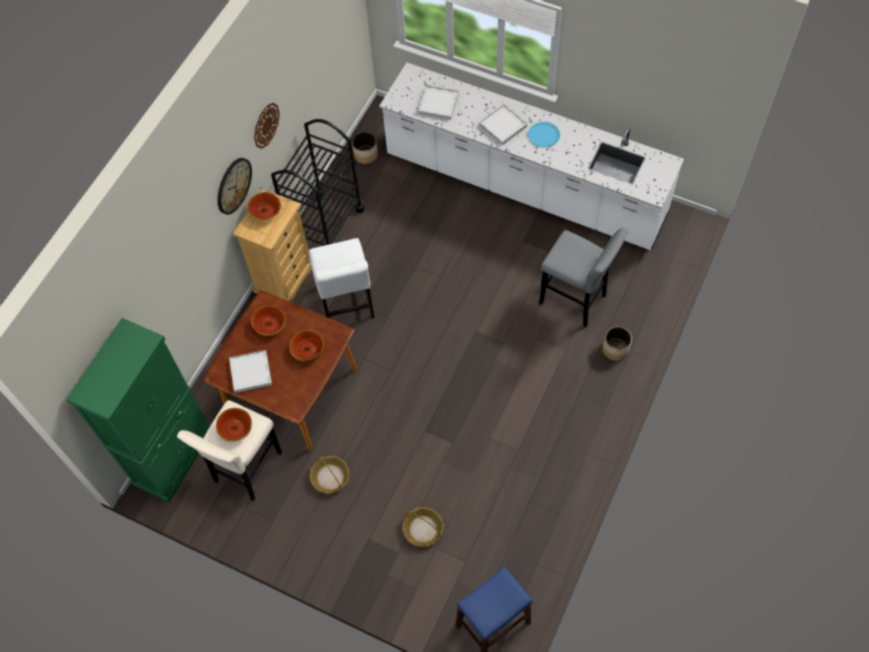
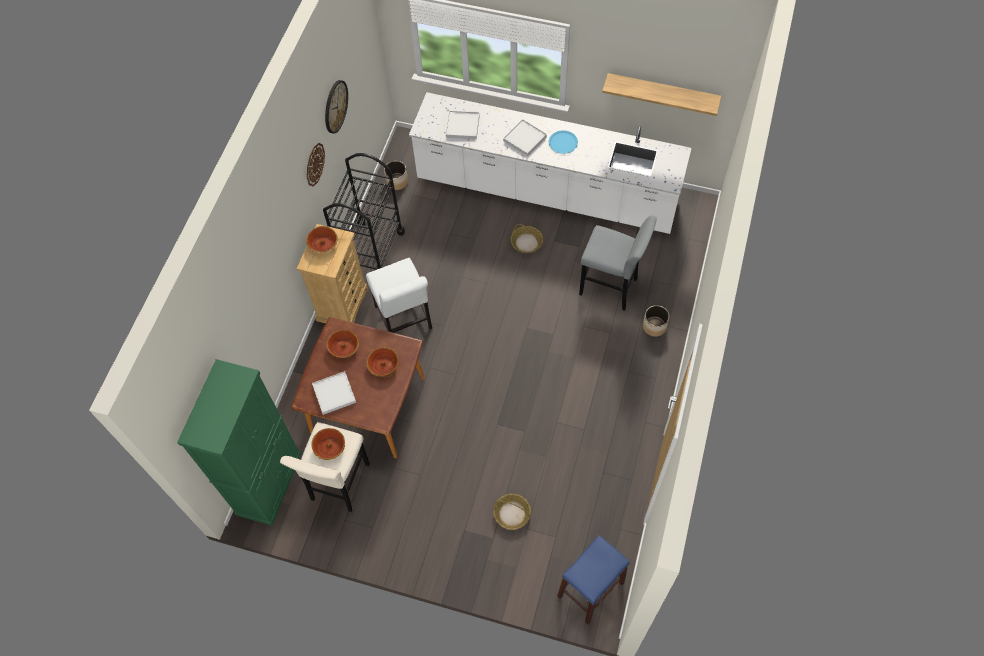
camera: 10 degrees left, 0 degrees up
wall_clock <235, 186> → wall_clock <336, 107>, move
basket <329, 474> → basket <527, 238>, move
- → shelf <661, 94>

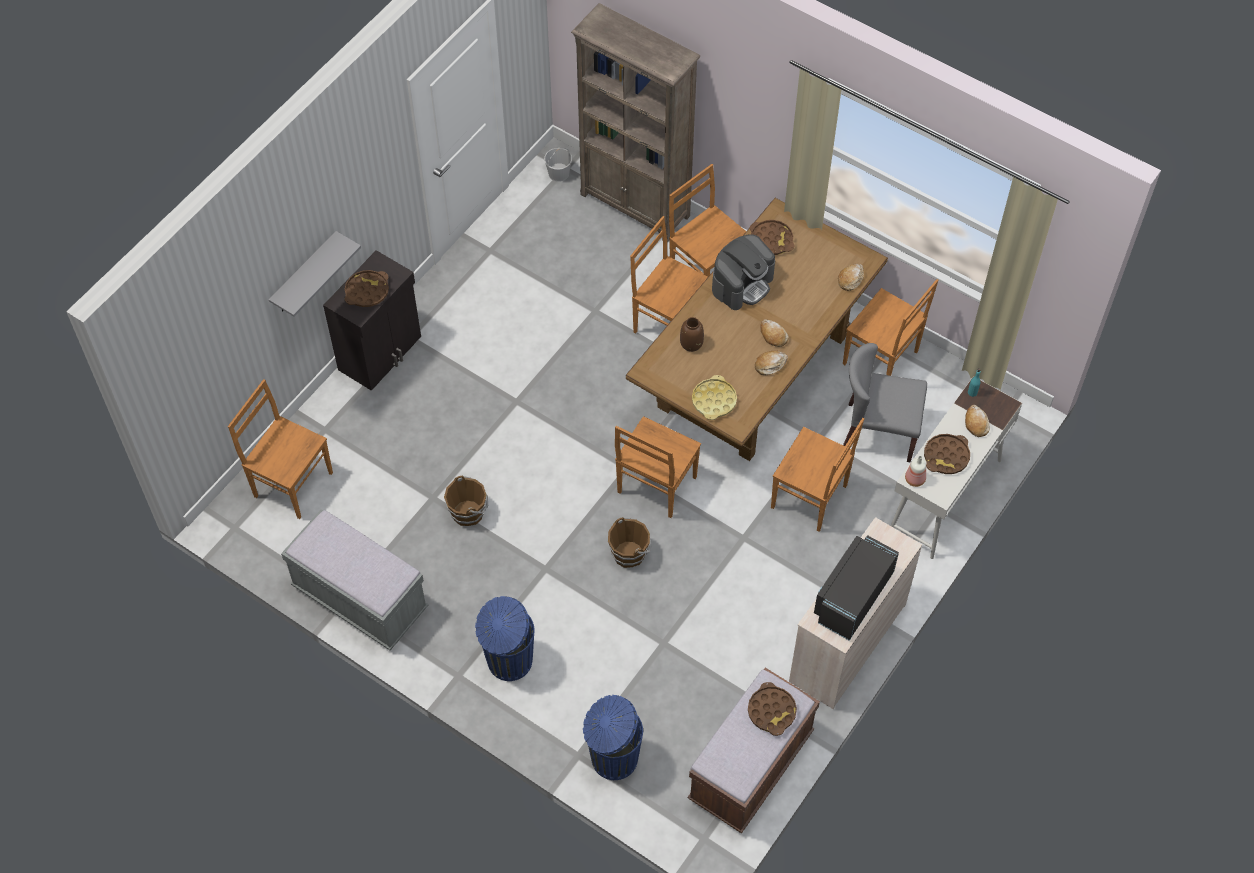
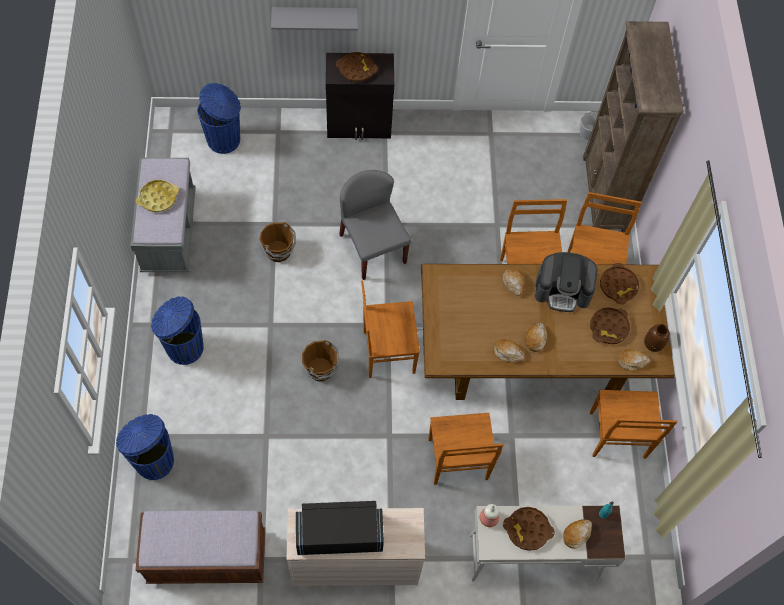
camera: 50 degrees right, 5 degrees up
brown_chair <280, 449> → blue_trash_can <219, 118>
brown_vase <692, 334> → brown_vase <657, 338>, move
yellow_tray <714, 397> → yellow_tray <157, 196>, move
brown_tray <772, 709> → brown_tray <610, 325>, move
grey_chair <885, 402> → grey_chair <375, 225>, move
- → bread <514, 282>

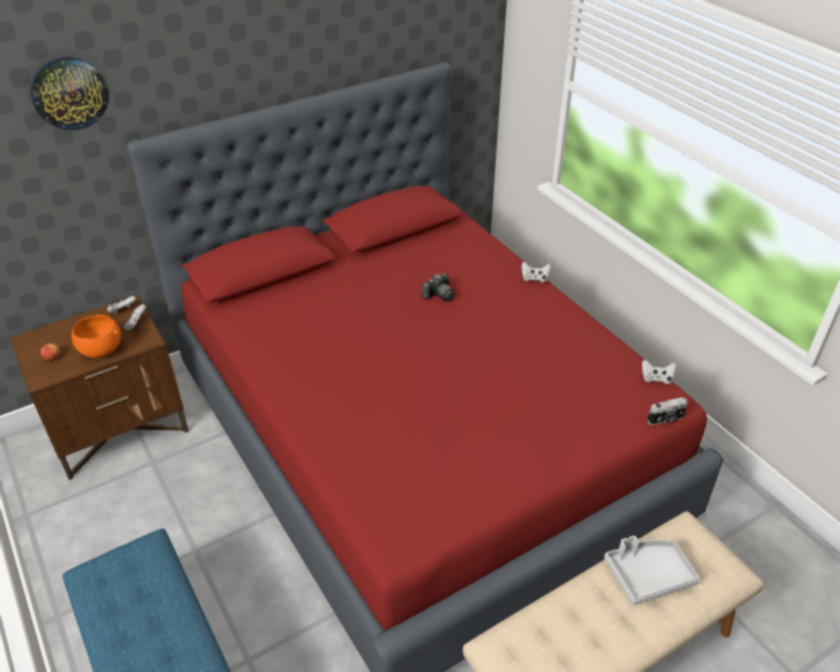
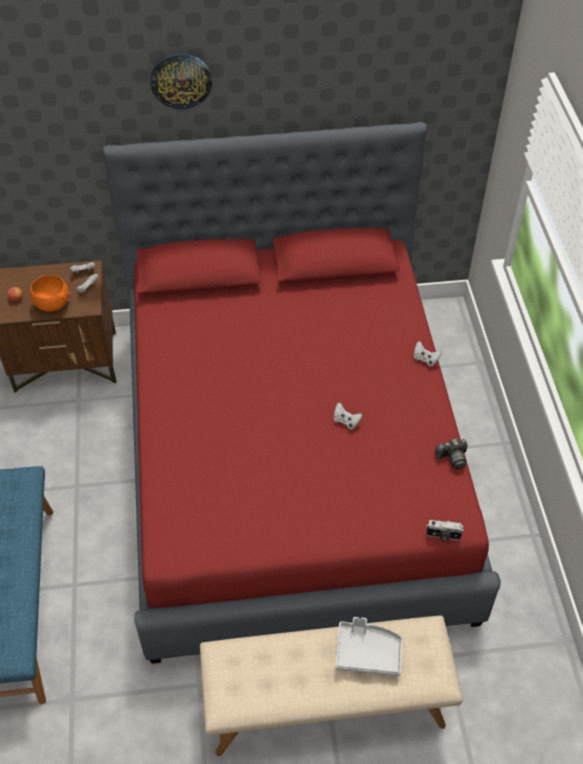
camera: 25 degrees right, 10 degrees up
wall_clock <69, 93> → wall_clock <181, 81>, move
photo_camera <438, 287> → photo_camera <451, 454>, move
white_game_controller <659, 371> → white_game_controller <348, 416>, move

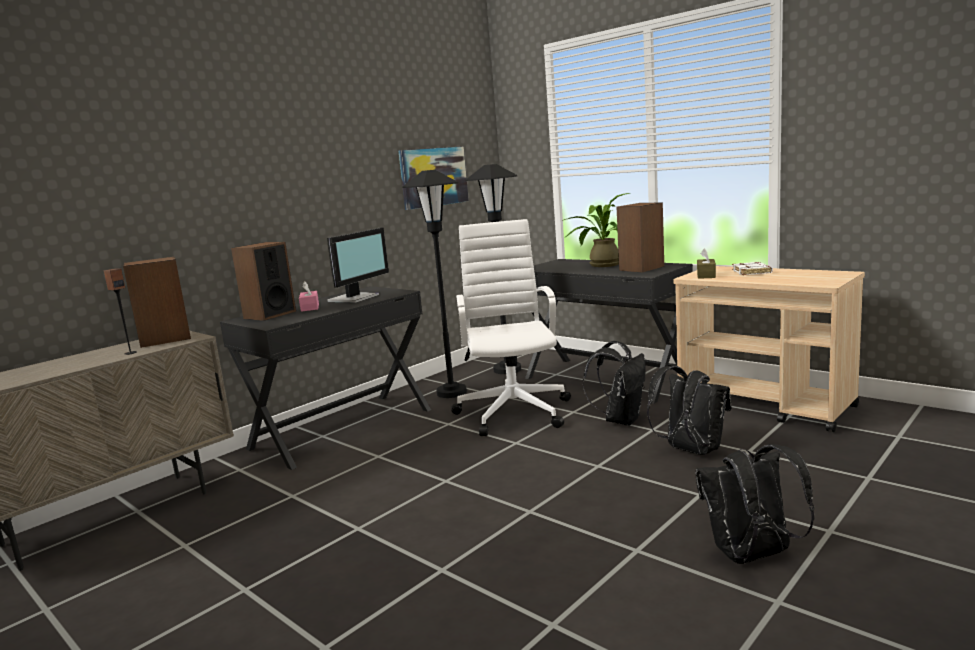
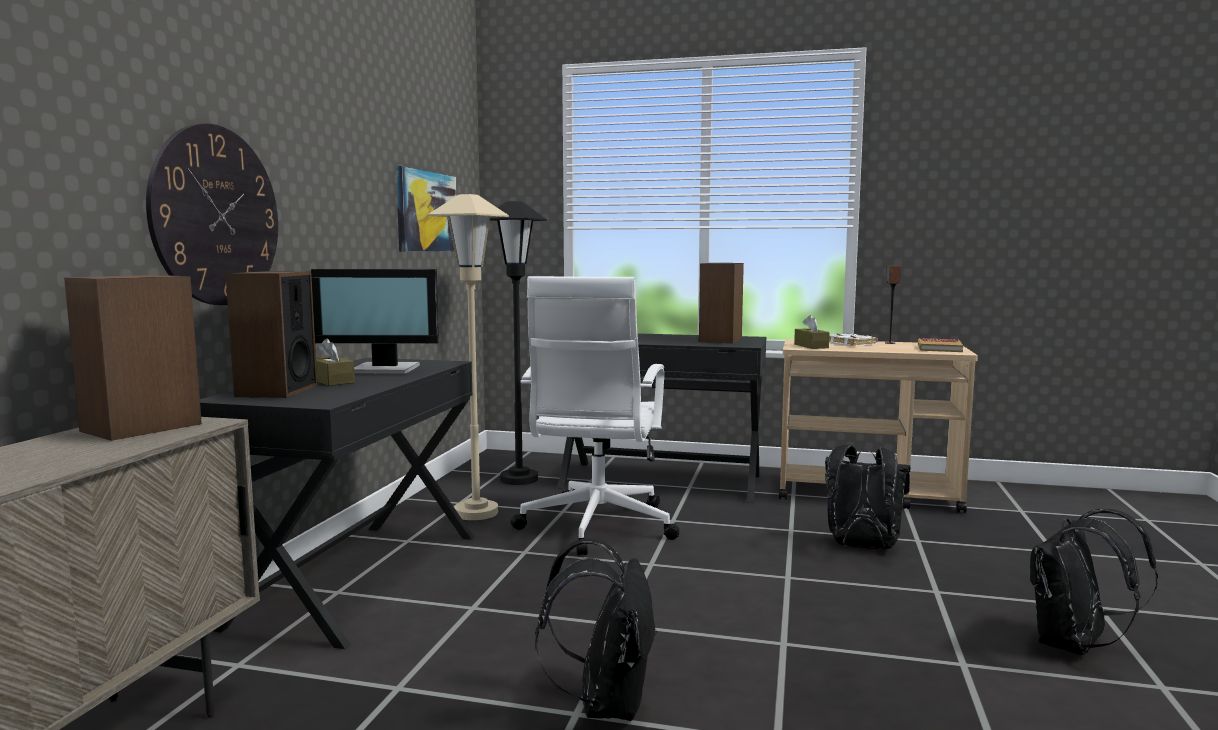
camera: 30 degrees left, 5 degrees down
speaker <120, 311> → speaker <893, 304>, move
pink_tissue_box <309, 296> → brown_tissue_box <335, 362>
monitor <358, 265> → monitor <375, 321>, 90 degrees clockwise
black_floor_lamp <435, 284> → beige_floor_lamp <468, 357>
white_office_chair <511, 327> → white_office_chair <595, 415>, 135 degrees counterclockwise
potted_plant <596, 230> → -
black_backpack <614, 383> → black_backpack <596, 629>, move
- → wall_clock <212, 214>
- → book <940, 345>

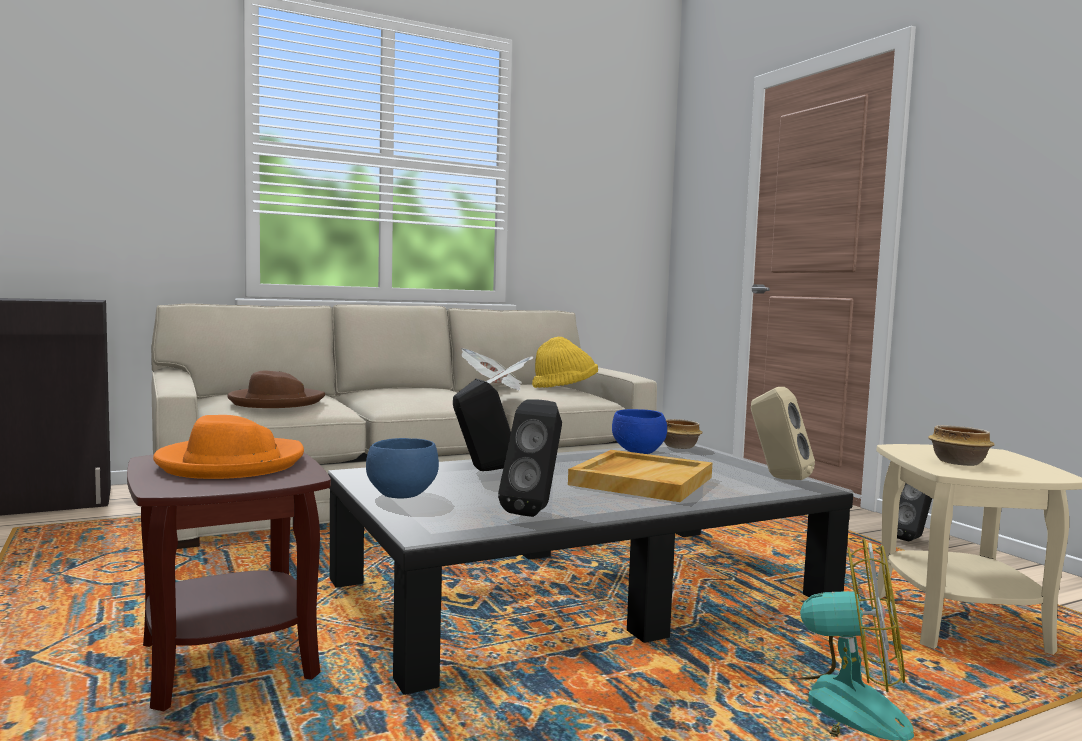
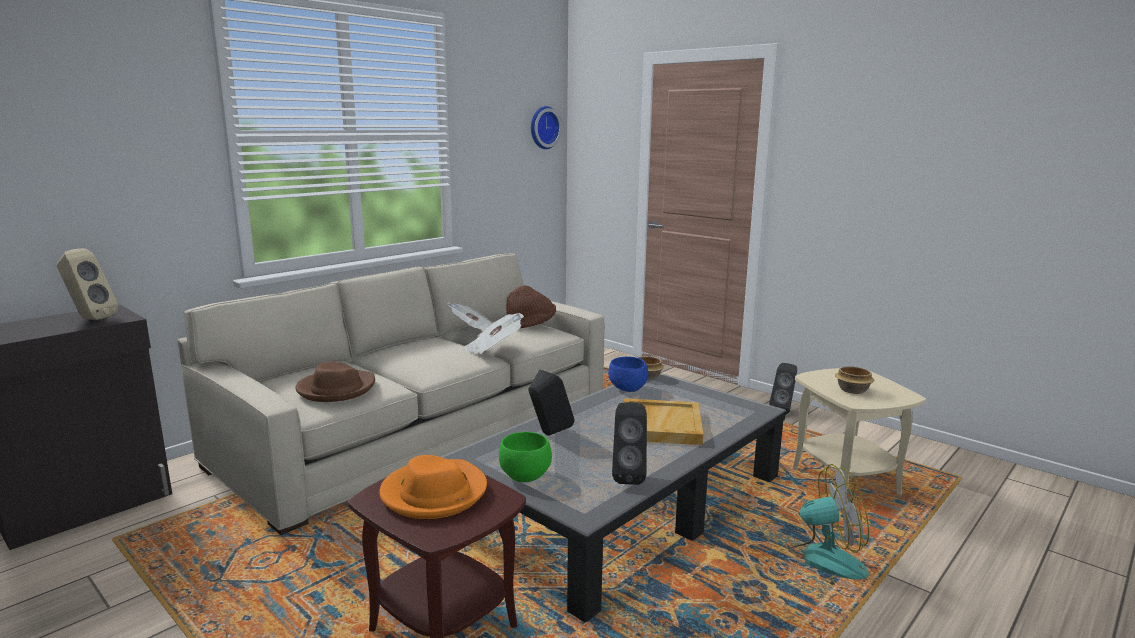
camera: 20 degrees left, 10 degrees up
blue_bowl <402, 468> → green_bowl <525, 457>
yellow_hat <565, 362> → brown_hat <531, 306>
beige_speaker <783, 433> → beige_speaker <87, 284>, move
- → wall_clock <546, 127>

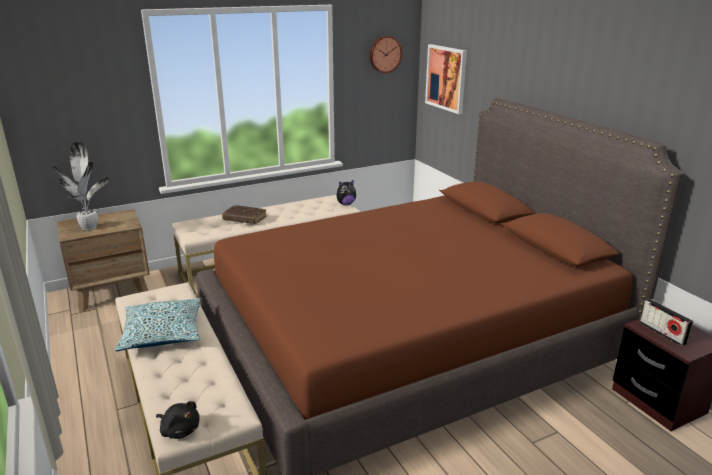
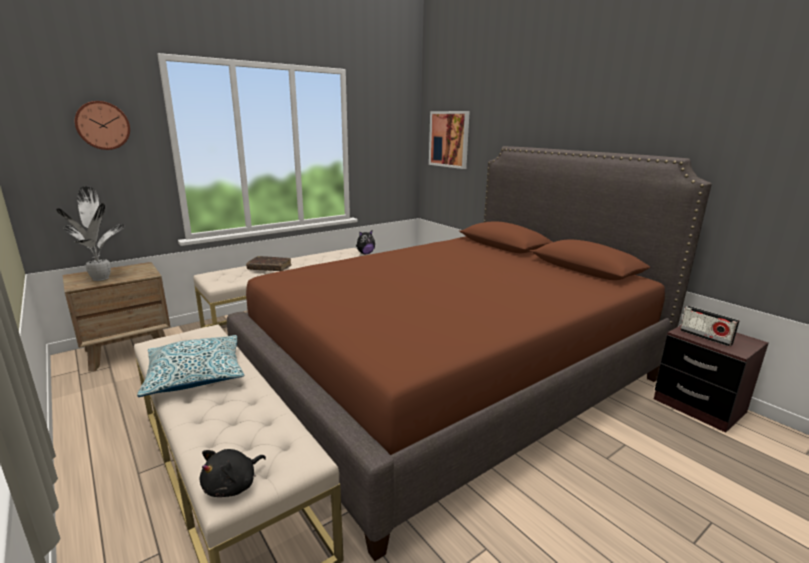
camera: 10 degrees left, 5 degrees down
black_plush_toy <178, 420> → black_plush_toy <233, 473>, 105 degrees clockwise
wall_clock <385, 54> → wall_clock <102, 125>, move

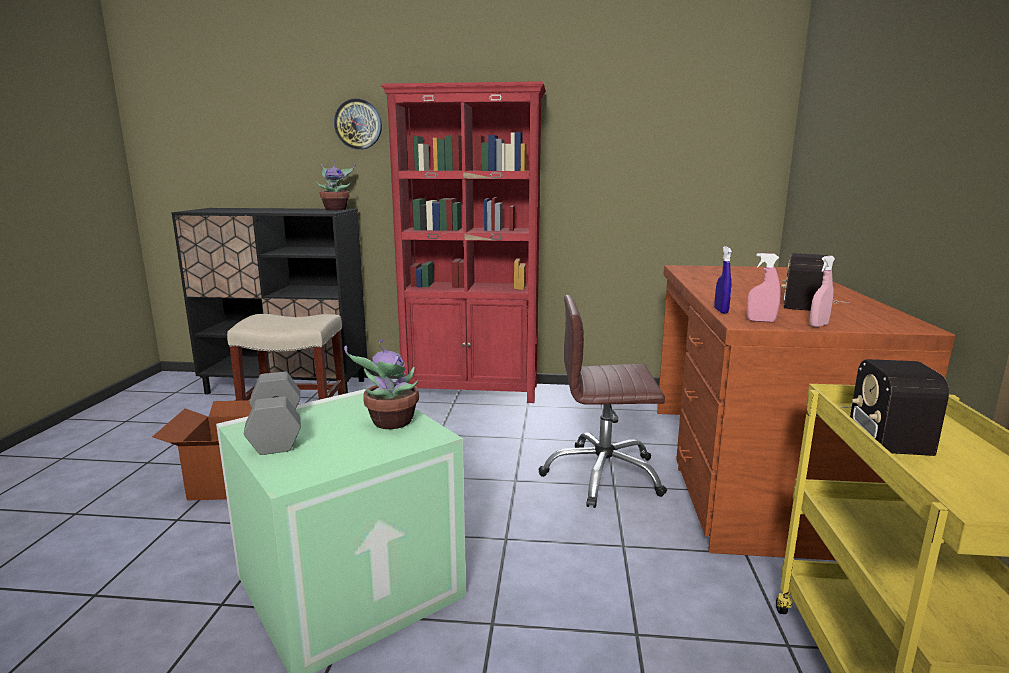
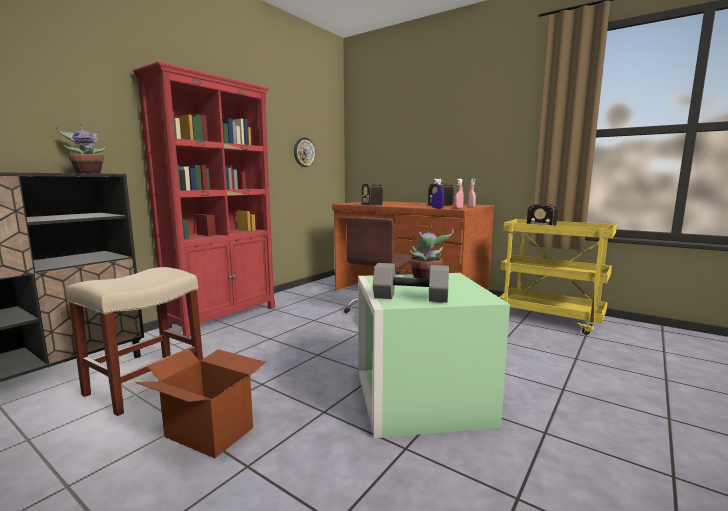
camera: 60 degrees left, 5 degrees down
wall_clock <358, 124> → wall_clock <305, 152>, move
- → radio <371, 195>

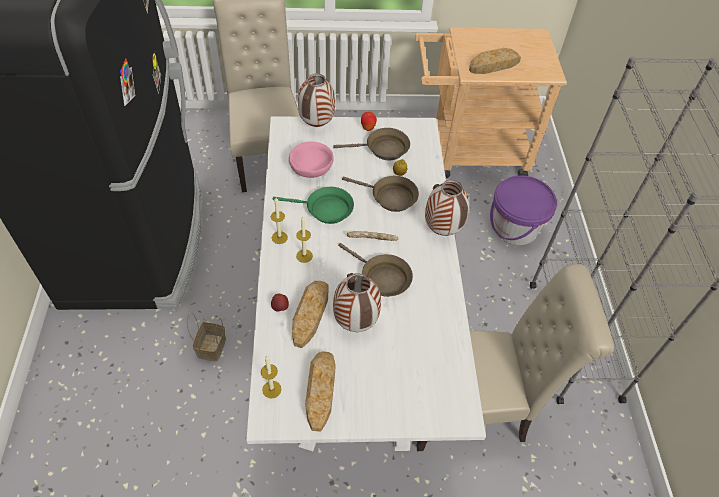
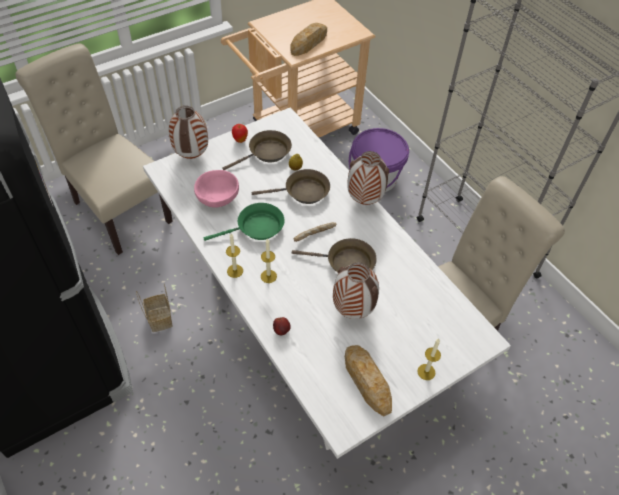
camera: 30 degrees left, 0 degrees up
basket <206, 337> → basket <154, 308>, move
candle <271, 377> → candle <429, 359>, move
bread <310, 314> → -

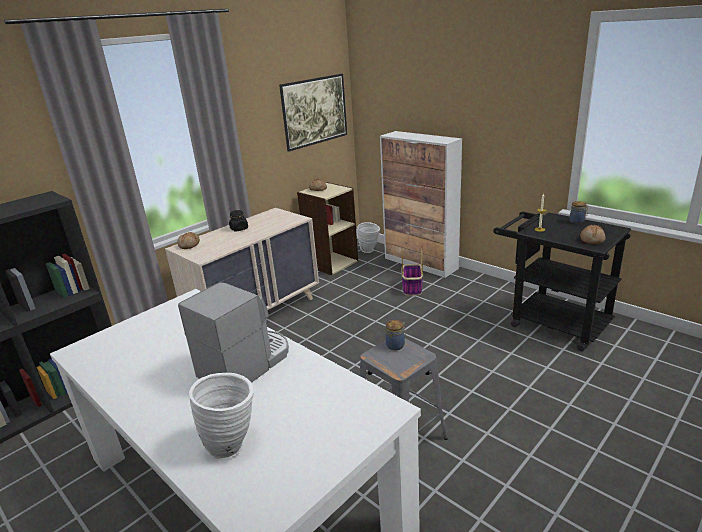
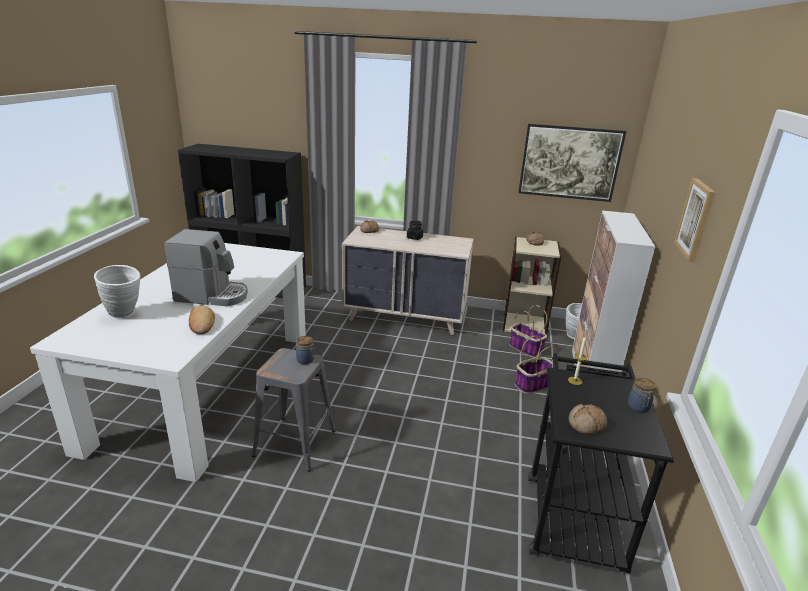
camera: 55 degrees right, 0 degrees up
- → bread <202, 320>
- → basket <528, 331>
- → picture <695, 220>

